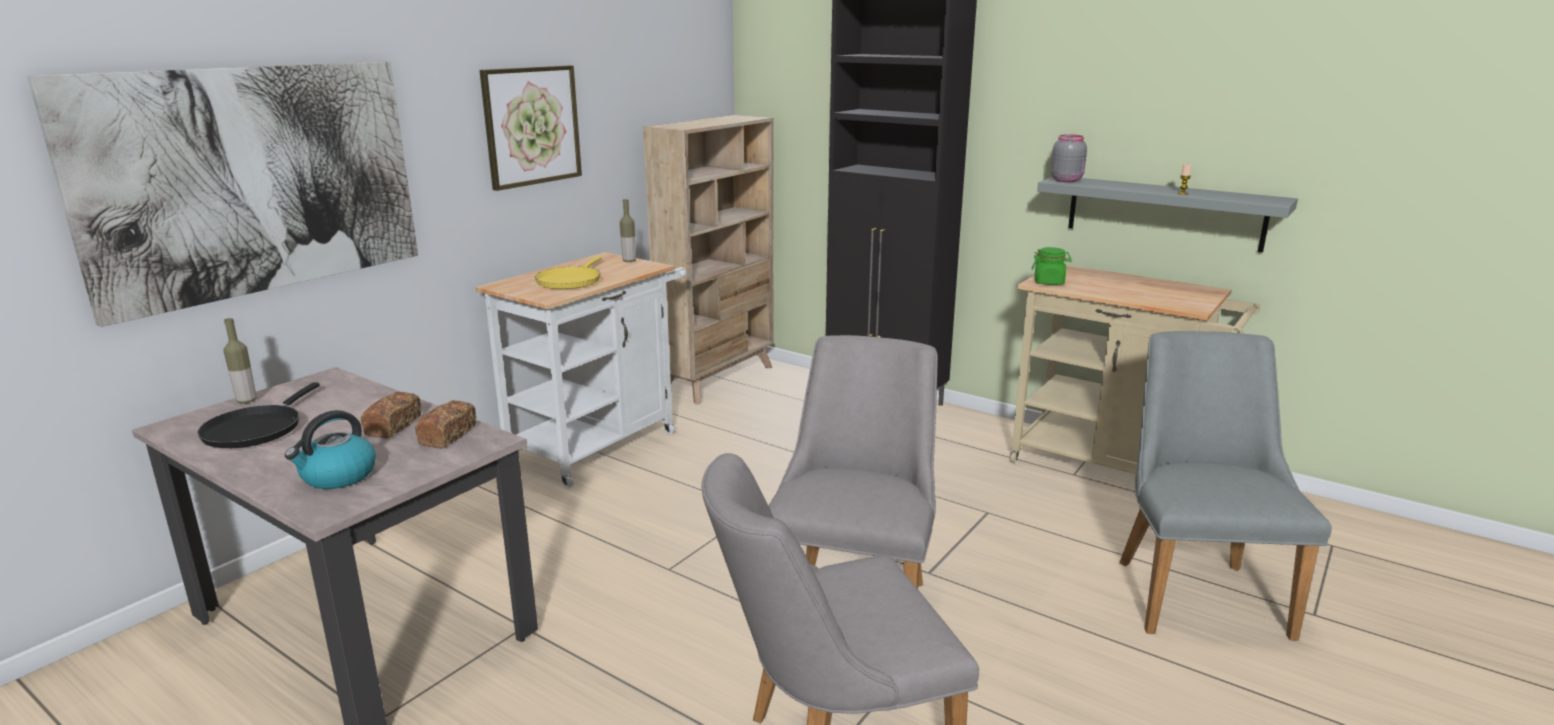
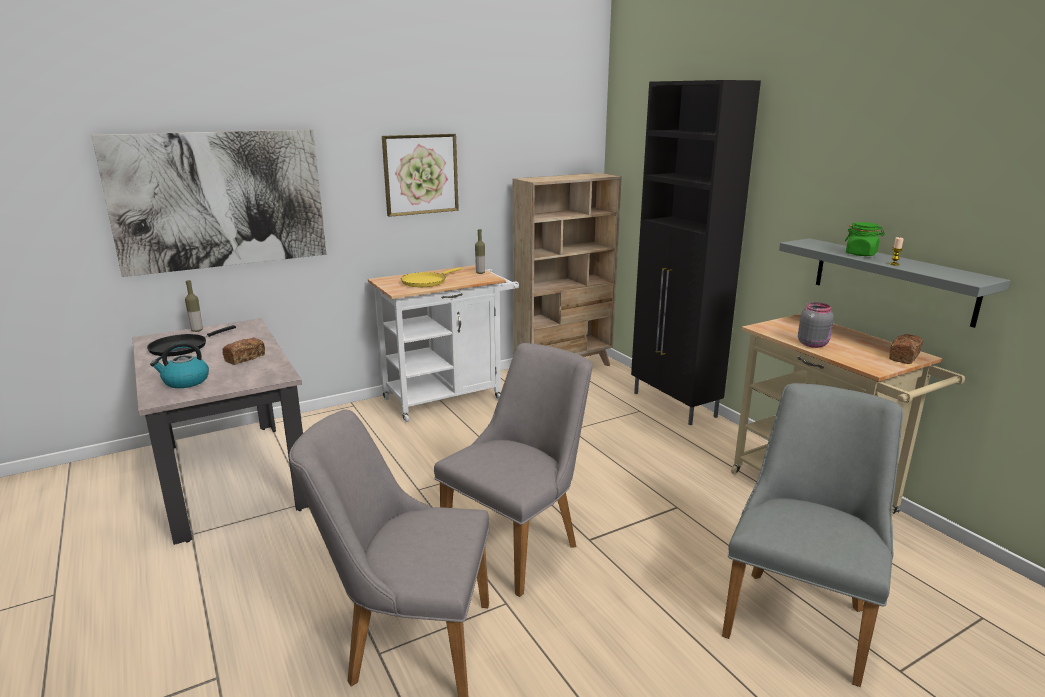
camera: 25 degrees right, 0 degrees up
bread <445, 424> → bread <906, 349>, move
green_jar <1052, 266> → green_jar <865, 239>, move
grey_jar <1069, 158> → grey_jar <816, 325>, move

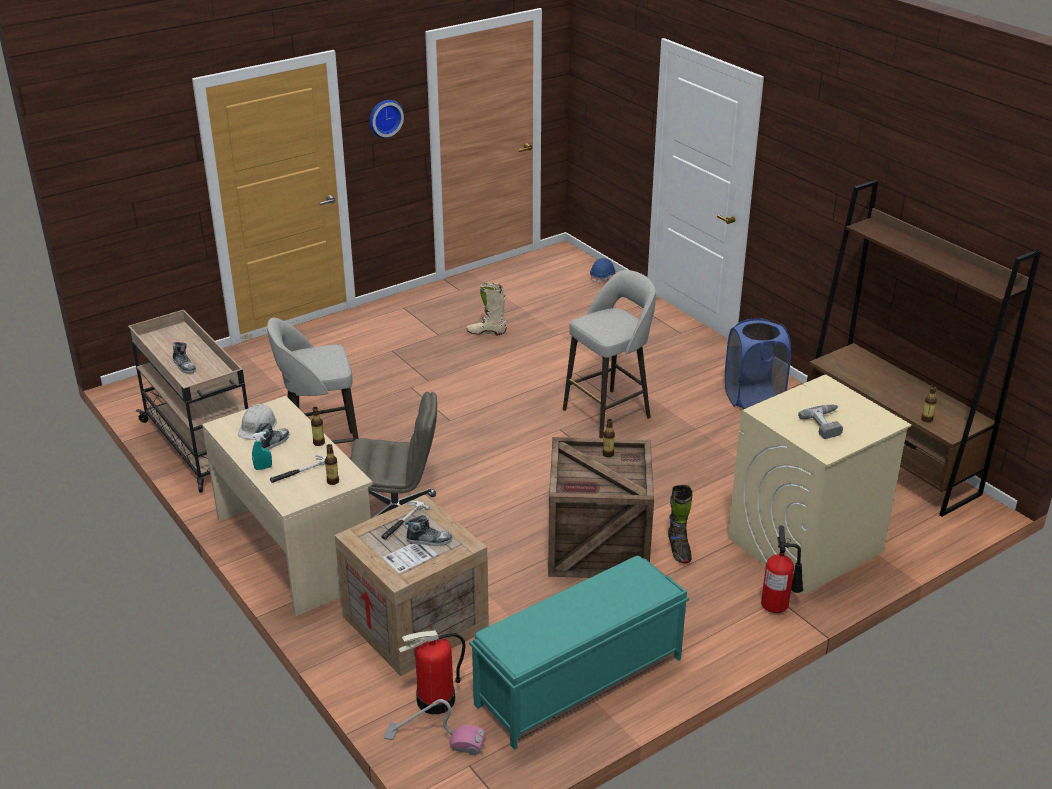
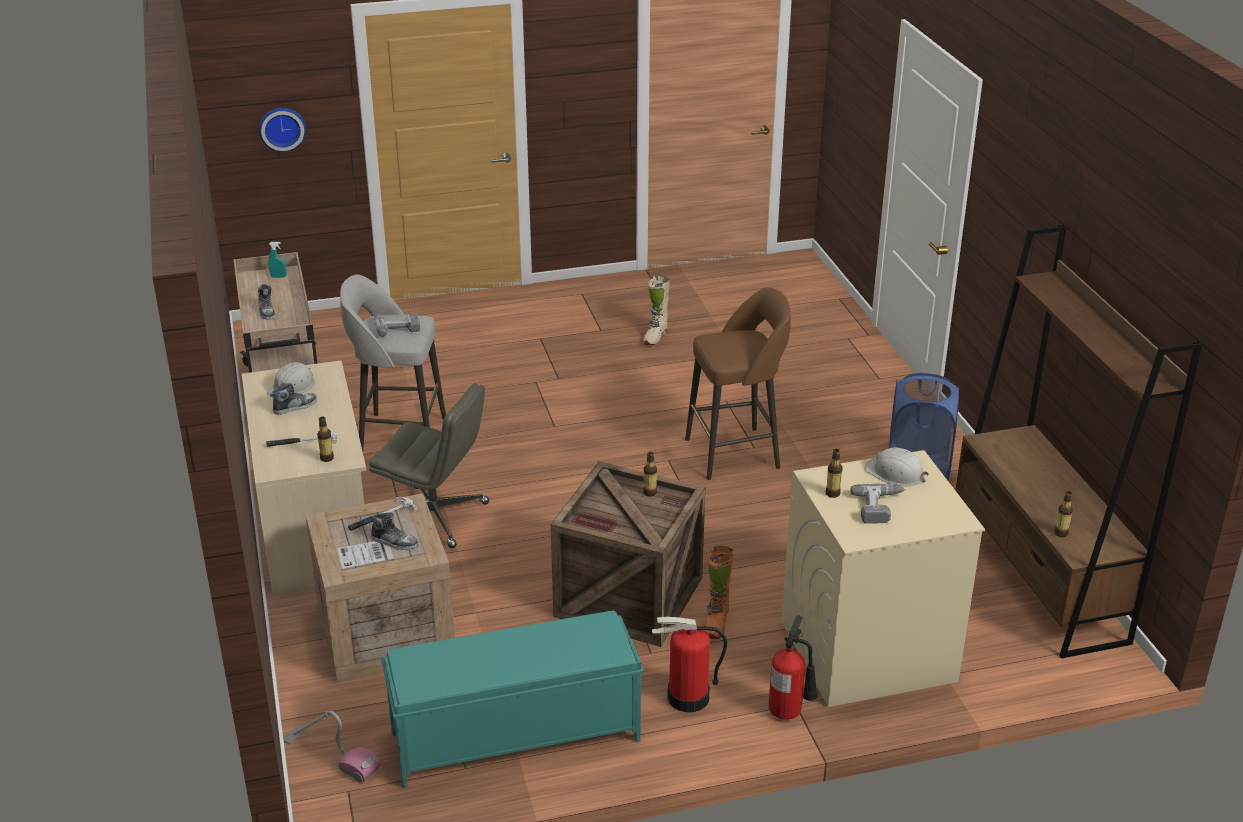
camera: 20 degrees right, 0 degrees up
turquoise_spray_bottle <262, 451> → turquoise_spray_bottle <277, 260>, move
bottle <318, 426> → bottle <834, 473>, move
wall_clock <386, 119> → wall_clock <282, 130>, move
fire_extinguisher <432, 672> → fire_extinguisher <689, 664>, move
beige_boot <487, 309> → beige_boot <656, 310>, 90 degrees counterclockwise
grey_stool <609, 354> → brown_stool <738, 384>
blue_hard_hat <603, 270> → -
black_boot <680, 524> → orange_boot <719, 592>
- → power_drill <397, 324>
- → white_hard_hat <897, 467>

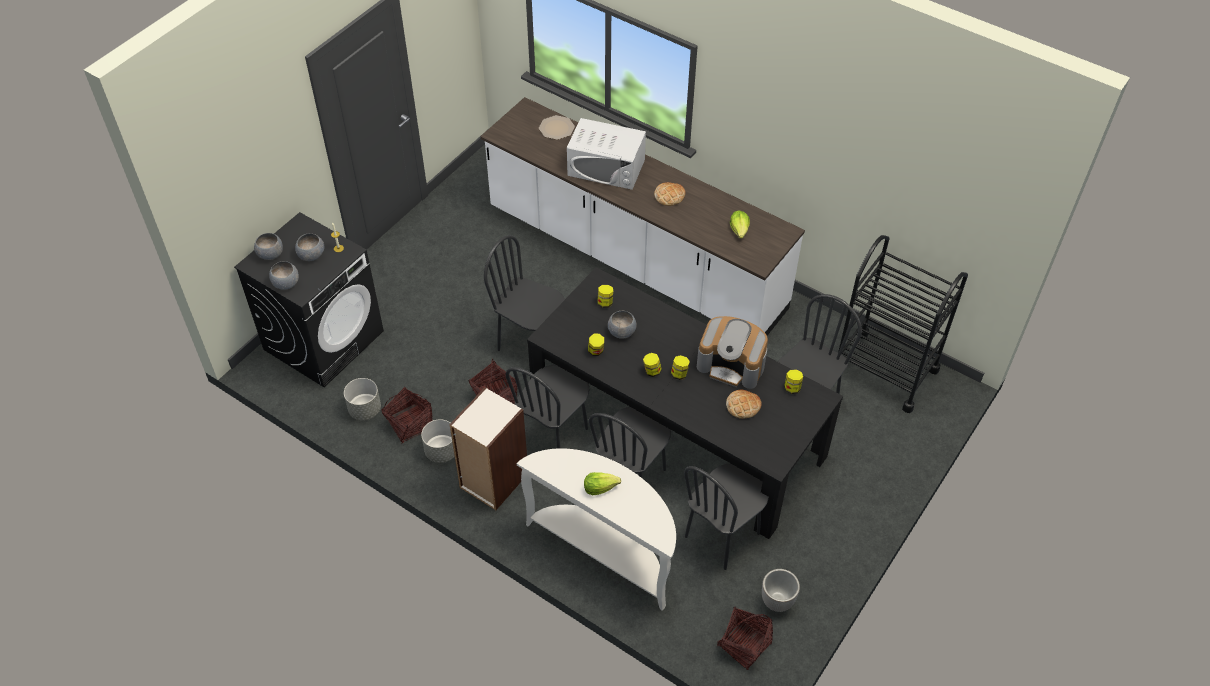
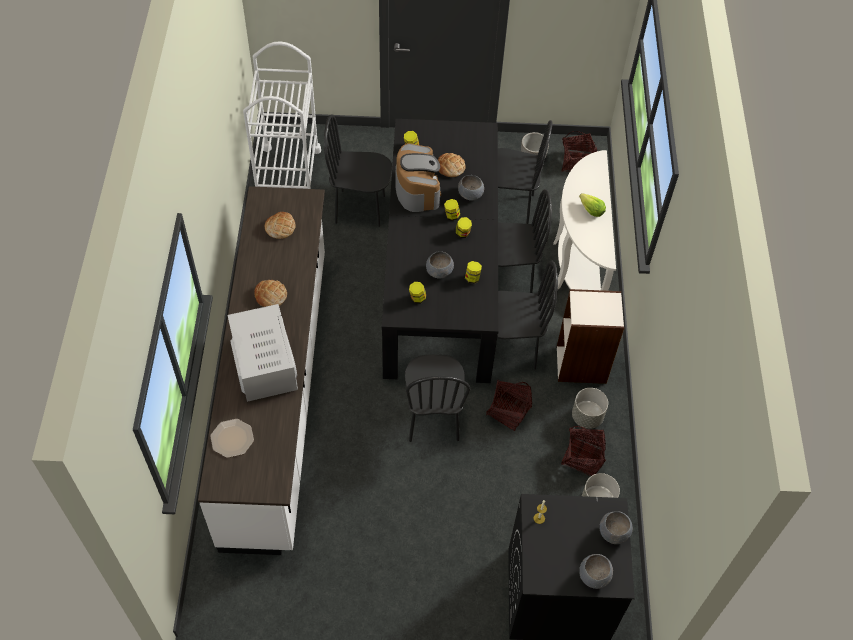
camera: 125 degrees left, 5 degrees up
grey_bowl <310, 247> → grey_bowl <471, 188>, move
lettuce <740, 224> → bread <280, 225>
black_cart <903, 324> → white_cart <282, 115>

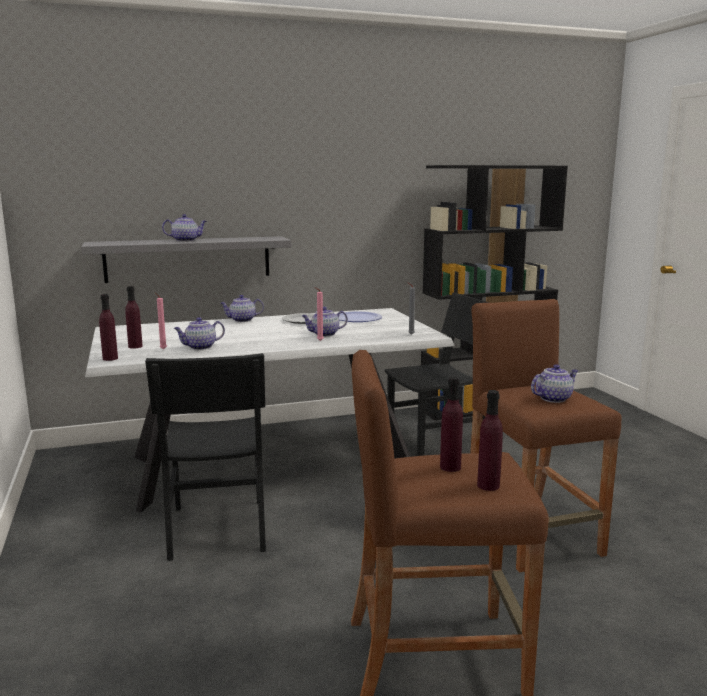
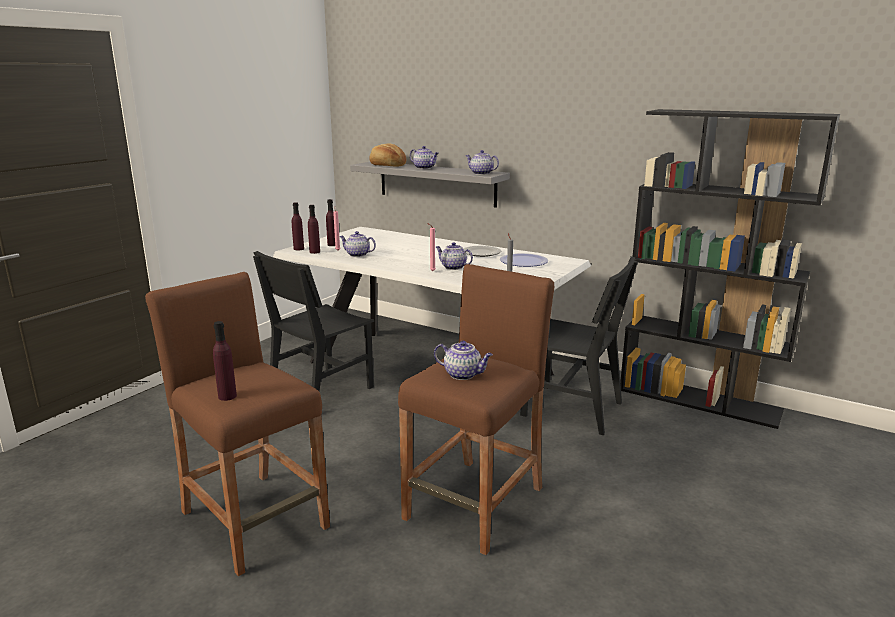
camera: 50 degrees right, 5 degrees up
teapot <242, 308> → teapot <482, 162>, move
purple_bottle <451, 424> → purple_bottle <314, 229>, move
- → bread <387, 155>

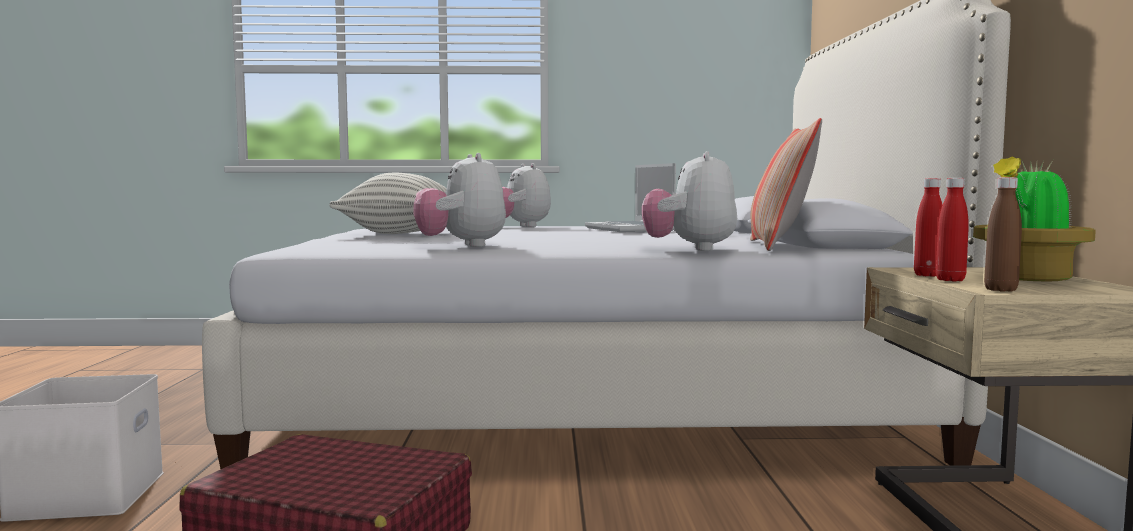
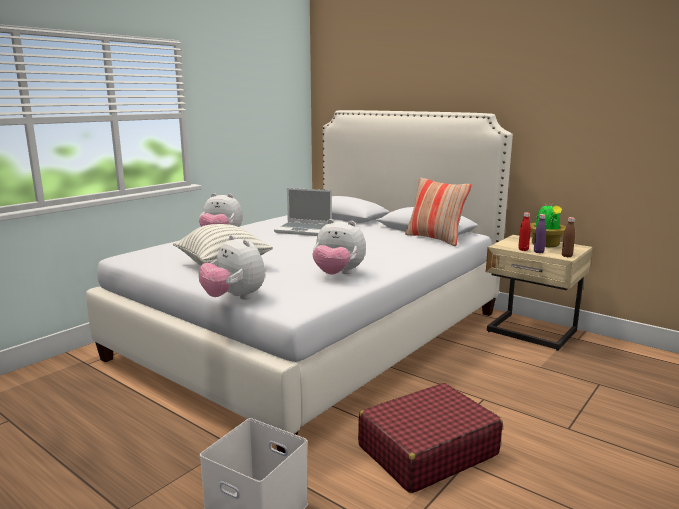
camera: 50 degrees left, 10 degrees up
plush_toy <689, 201> → plush_toy <232, 267>, move
red_bottle <952, 229> → purple_bottle <540, 233>

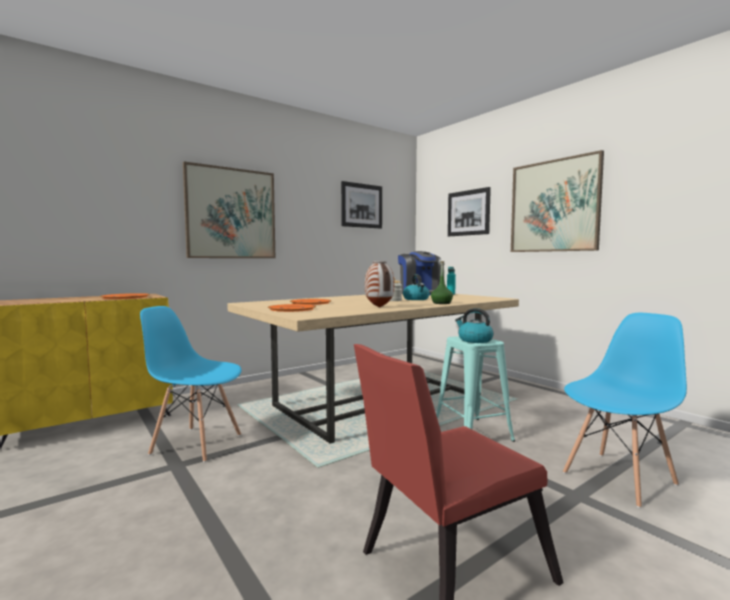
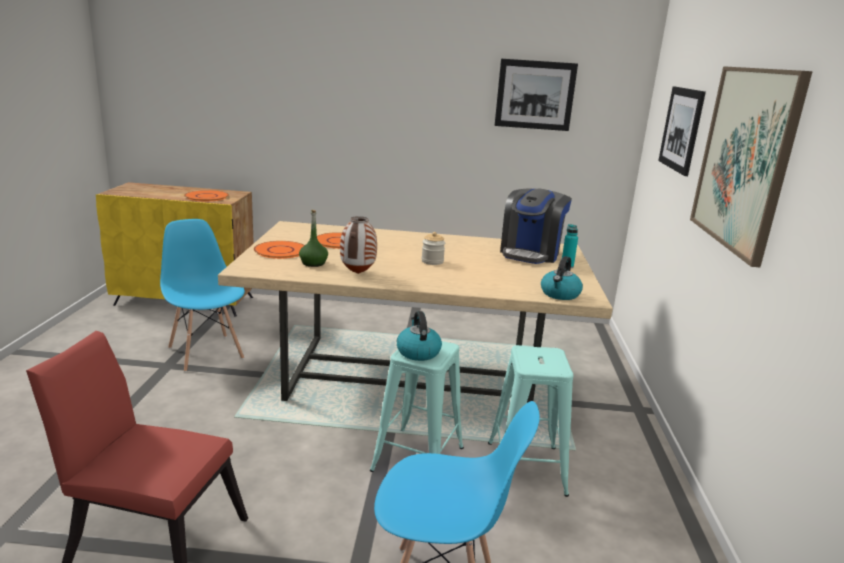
camera: 40 degrees right, 15 degrees up
picture <229, 209> → -
kettle <416, 287> → kettle <562, 278>, move
green_bottle <442, 282> → green_bottle <313, 238>, move
- → turquoise_stool <531, 421>

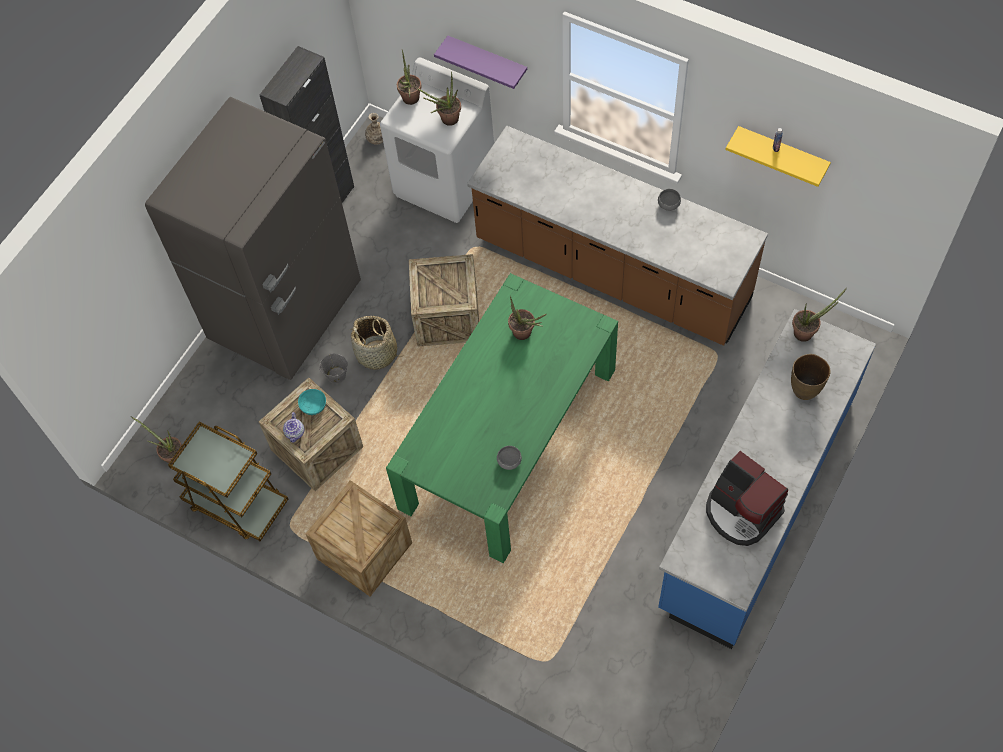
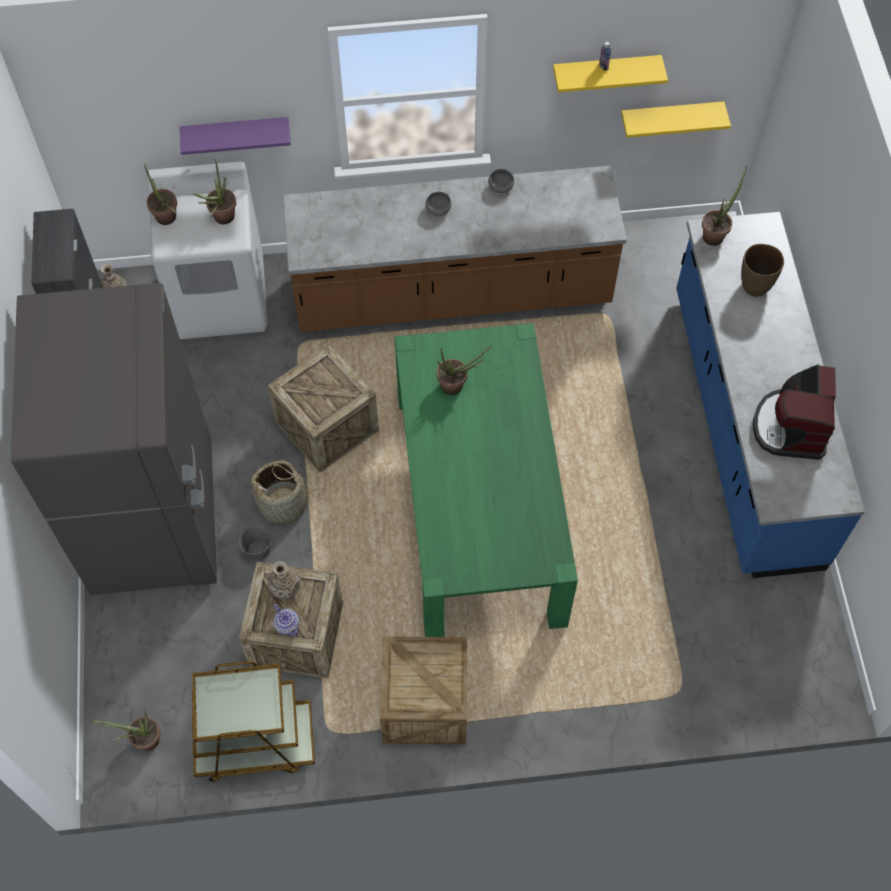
camera: 40 degrees left, 0 degrees up
turquoise_bowl <312, 402> → vase <284, 580>
grey_bowl <509, 458> → grey_bowl <438, 204>, move
coffee_machine <747, 498> → coffee_machine <794, 412>, 90 degrees clockwise
- → yellow_shelf <676, 119>

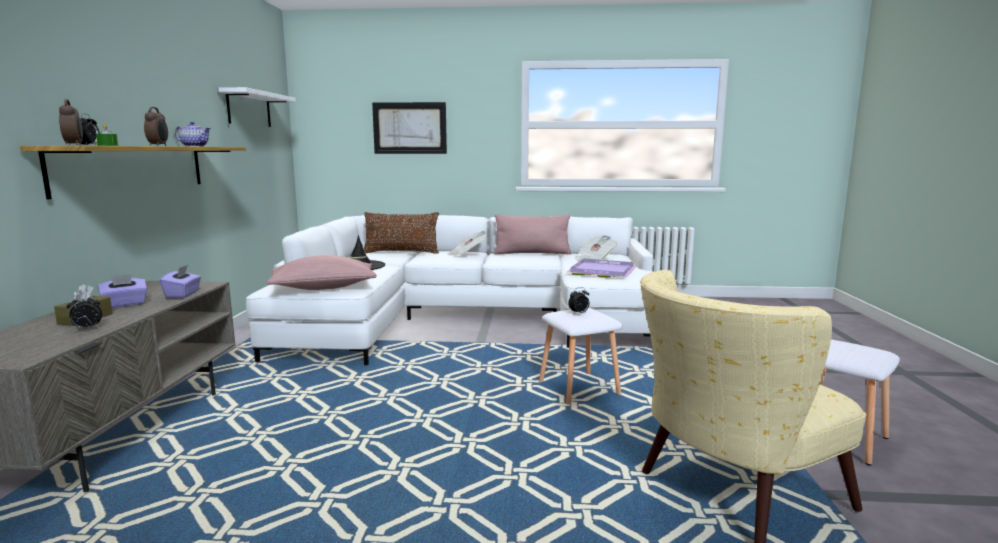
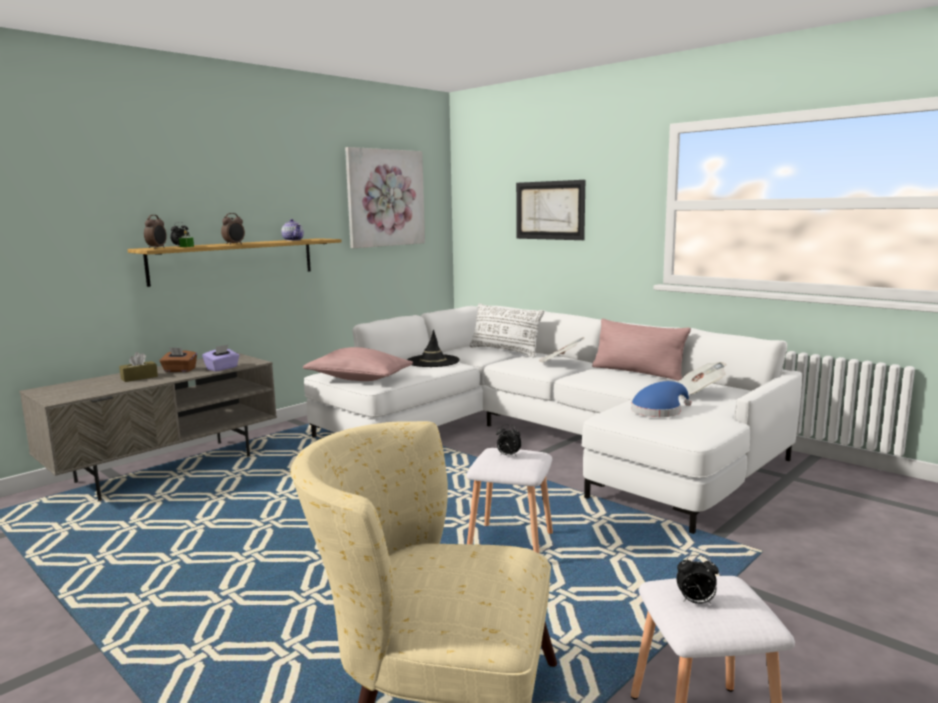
camera: 40 degrees right, 0 degrees up
alarm_clock <84, 312> → alarm_clock <697, 579>, move
purple_tissue_box <122, 291> → brown_tissue_box <178, 359>
white_shelf <257, 107> → picture <385, 197>
brown_pillow <401, 233> → white_pillow <506, 330>
purple_tray <602, 268> → blue_hat <661, 399>

